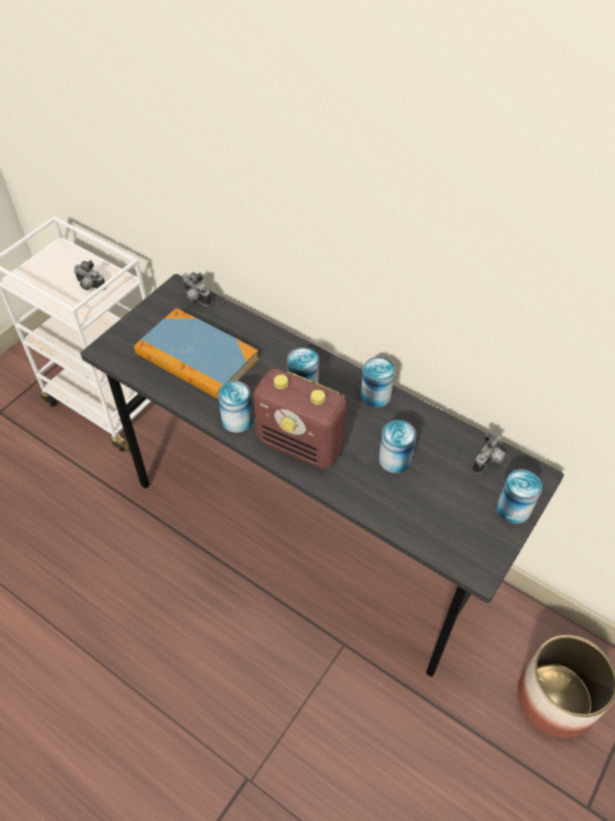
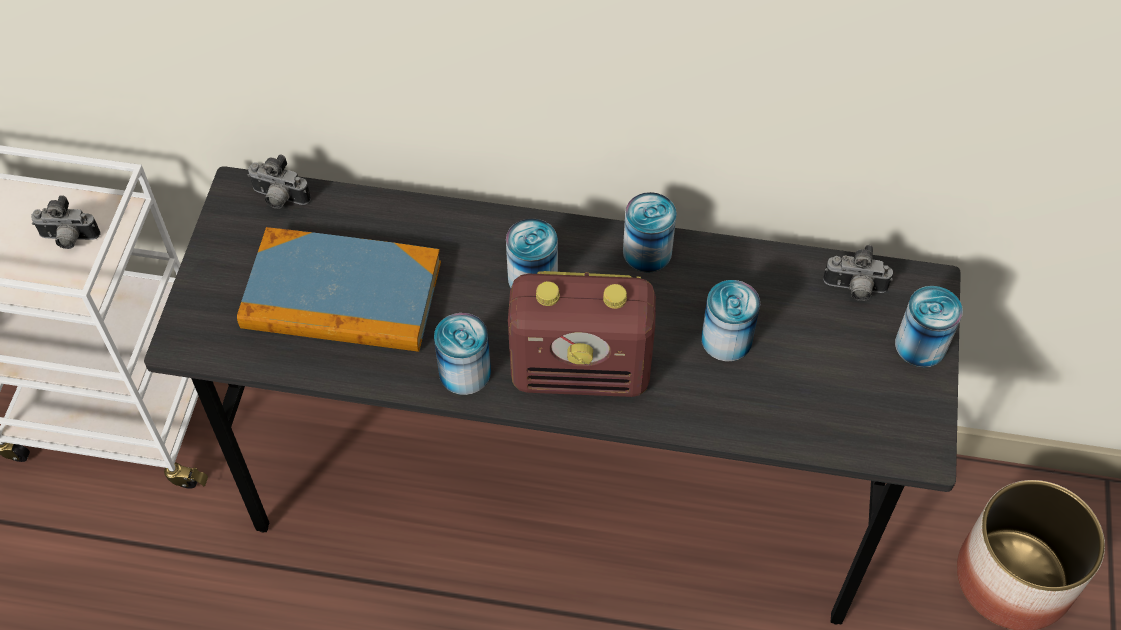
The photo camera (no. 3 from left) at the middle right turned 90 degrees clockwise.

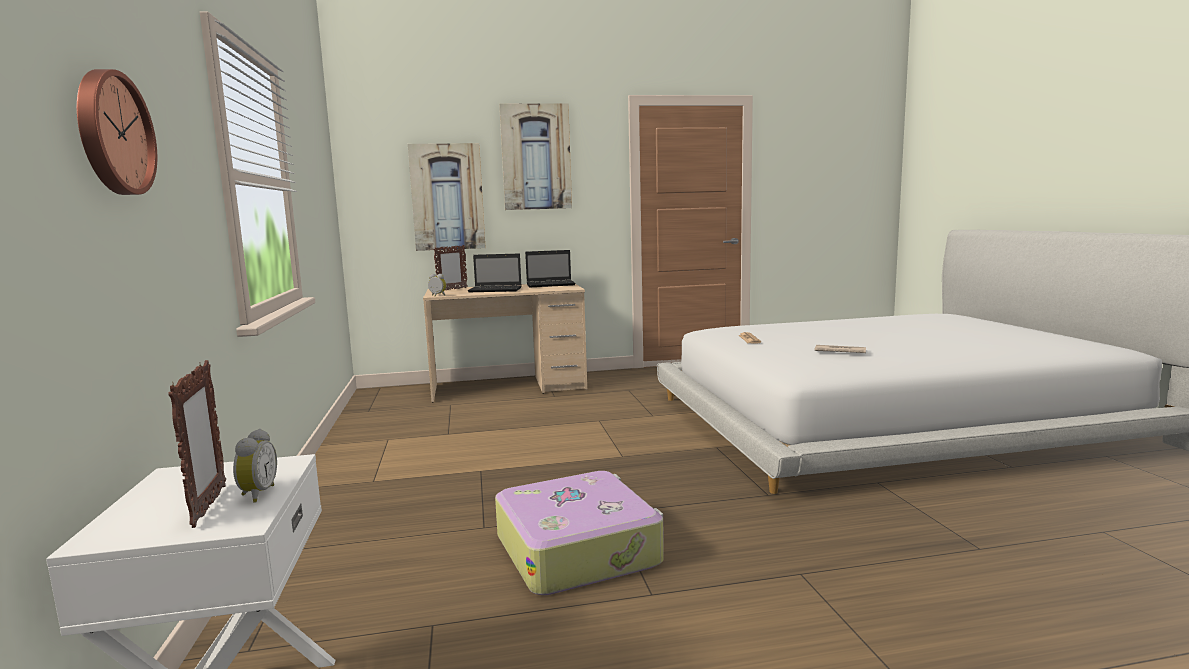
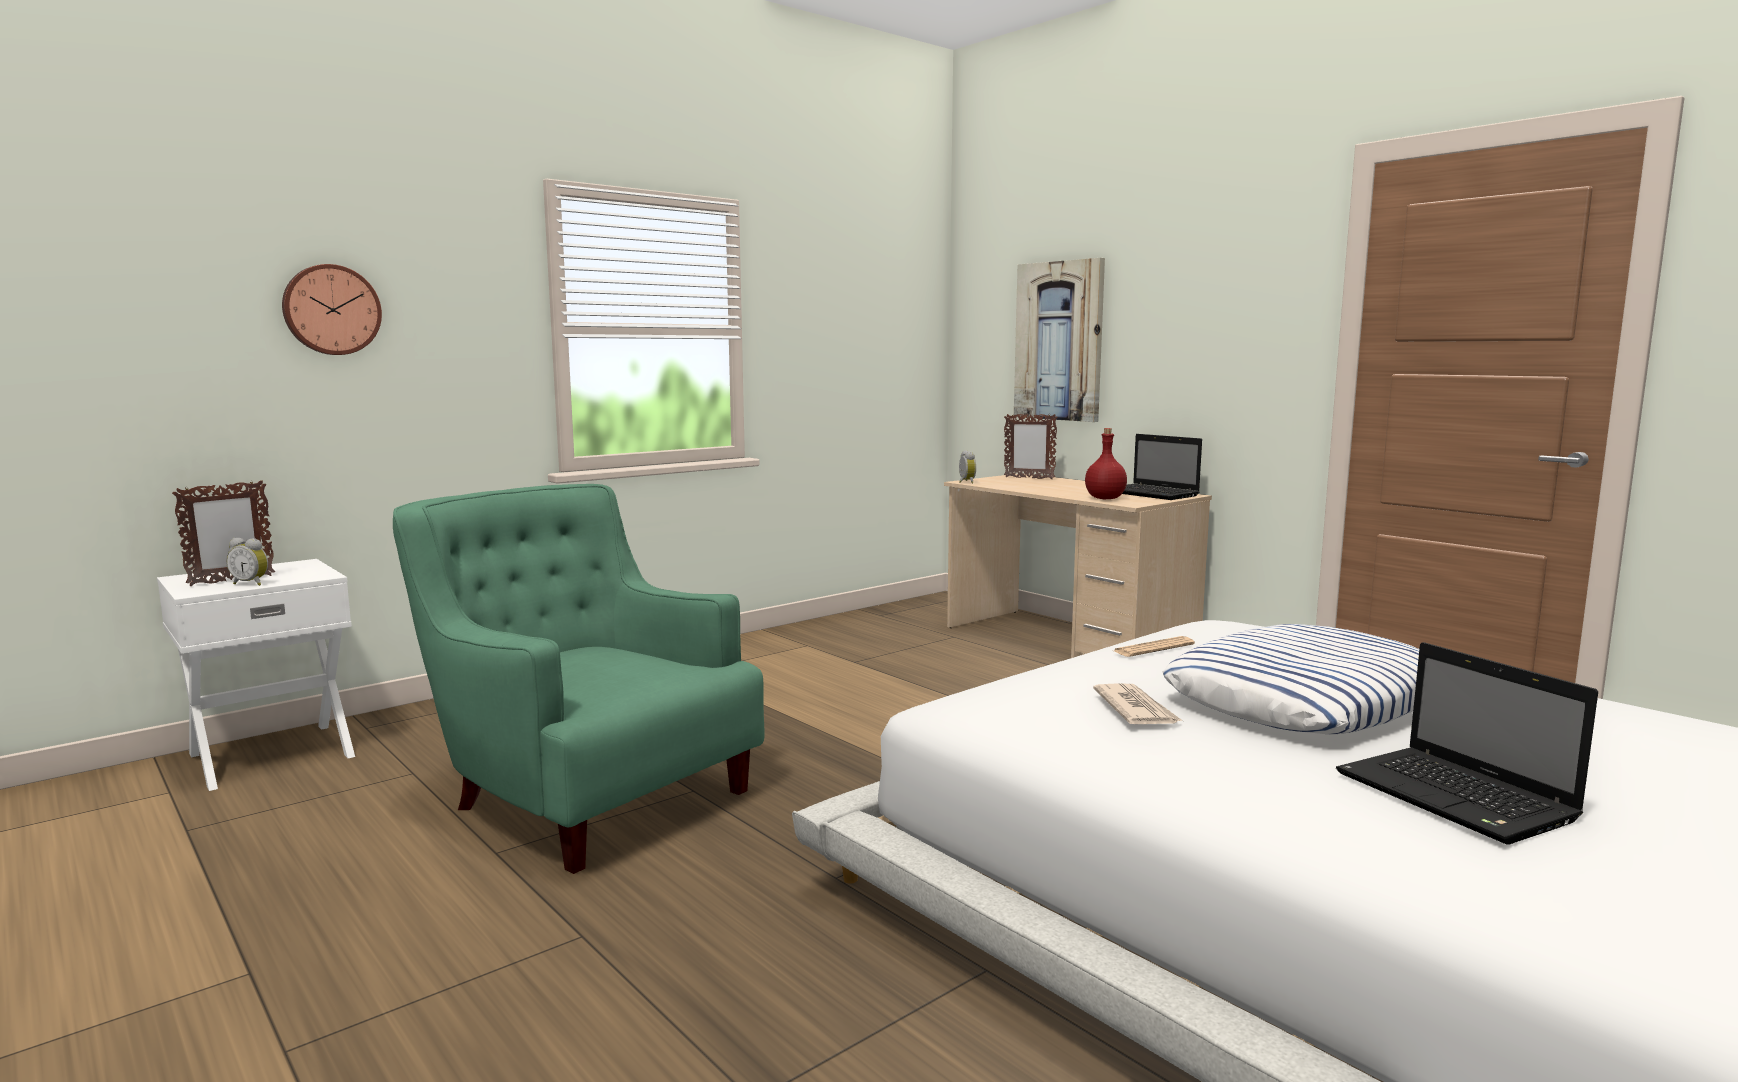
The alarm clock (no. 1 from left) at the bottom left turned 45 degrees clockwise.
The notebook computer (no. 1 from left in the first image) moved from the centre to the bottom right.
The piece of luggage at the bottom centre was replaced by the easy chair (greenish) at the middle left.
The wall art (no. 2 from left) at the top centre disappeared.
The drink bottle (reddish) at the centre appeared.
The throw pillow at the middle right appeared.

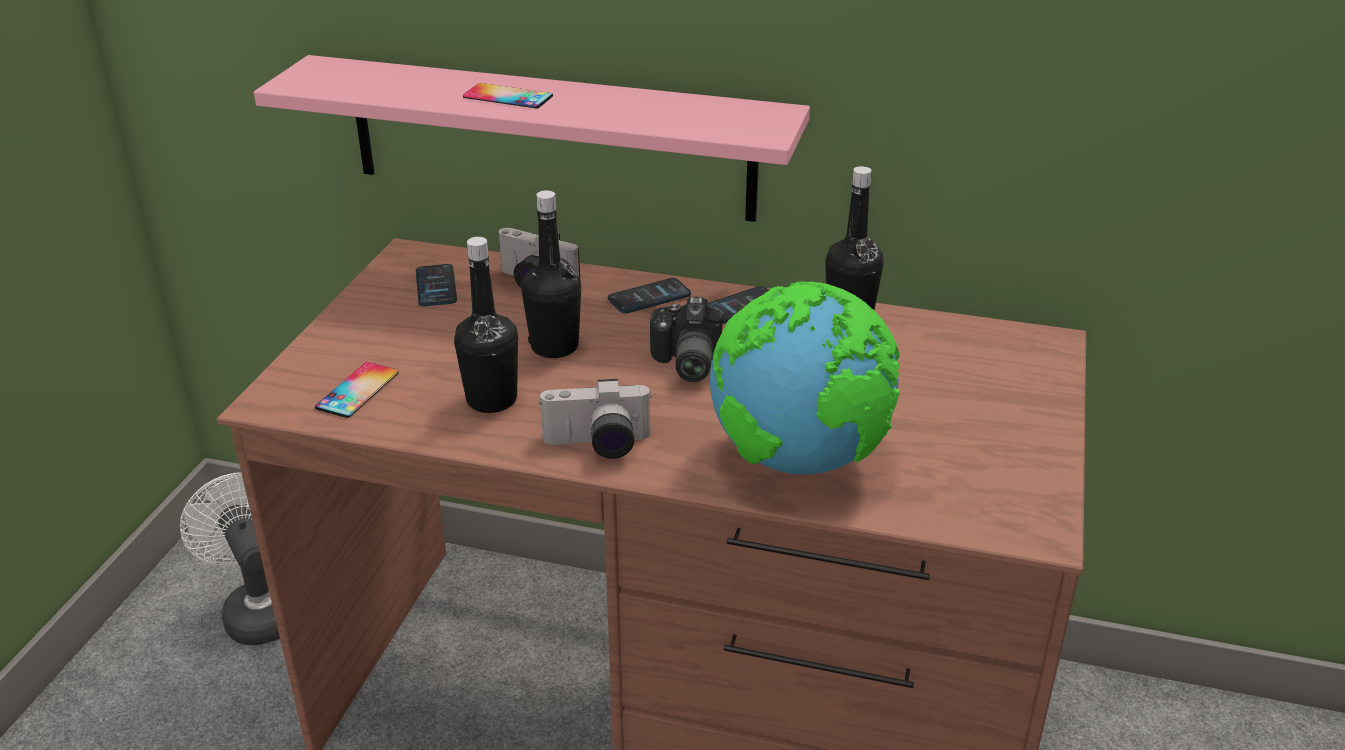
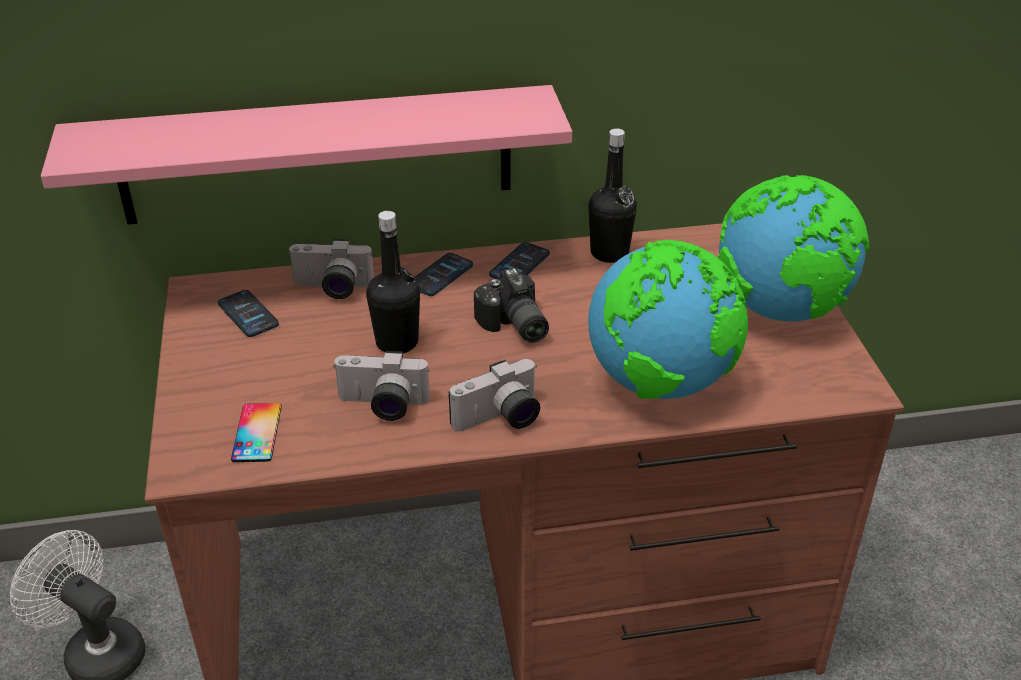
The drink bottle (black-coloured) (no. 1 from left) at the centre was replaced by the photo camera (no. 2 from left) at the centre.
The phone (no. 3 from left) at the top centre disappeared.
The desk globe (no. 2 from left) at the middle right appeared.

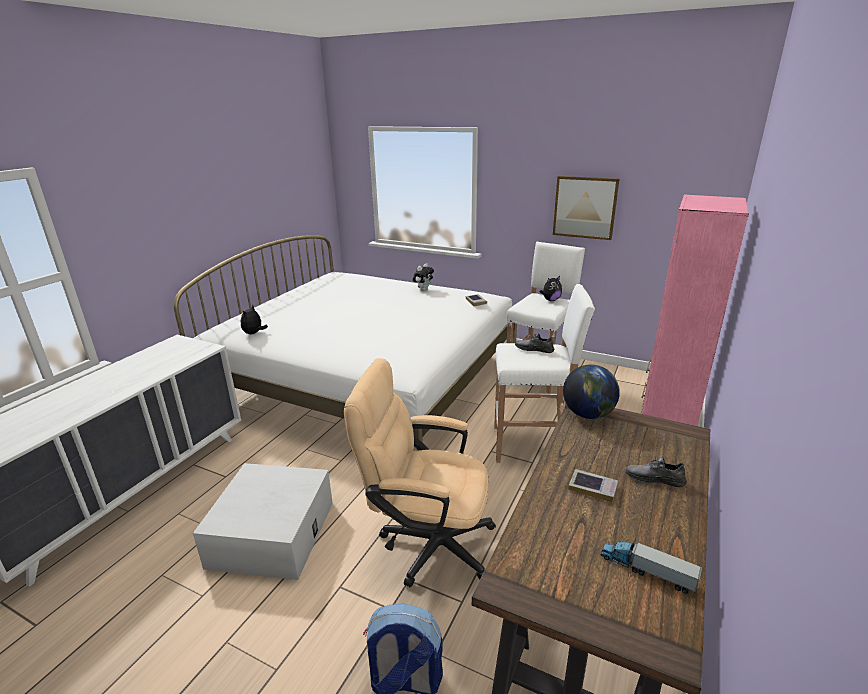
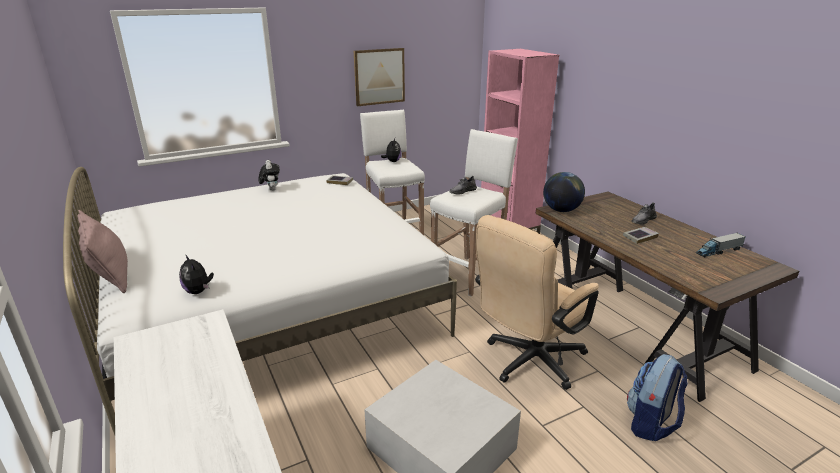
The throw pillow (pinkish) at the middle left appeared.

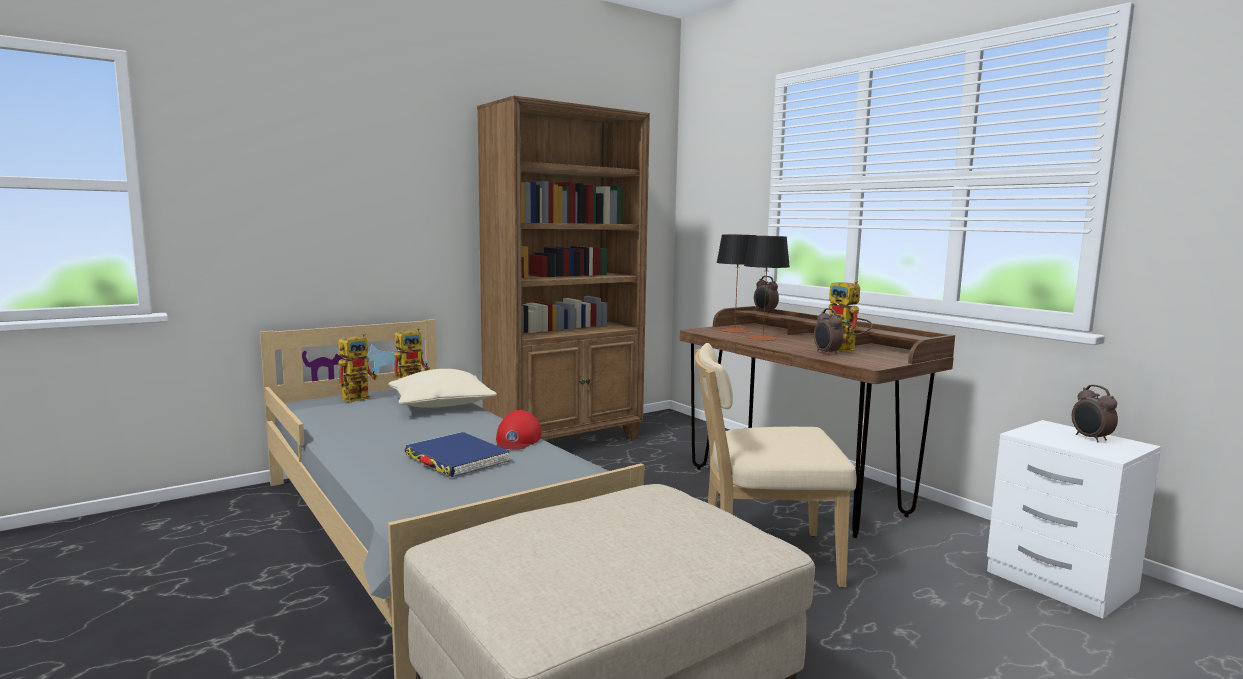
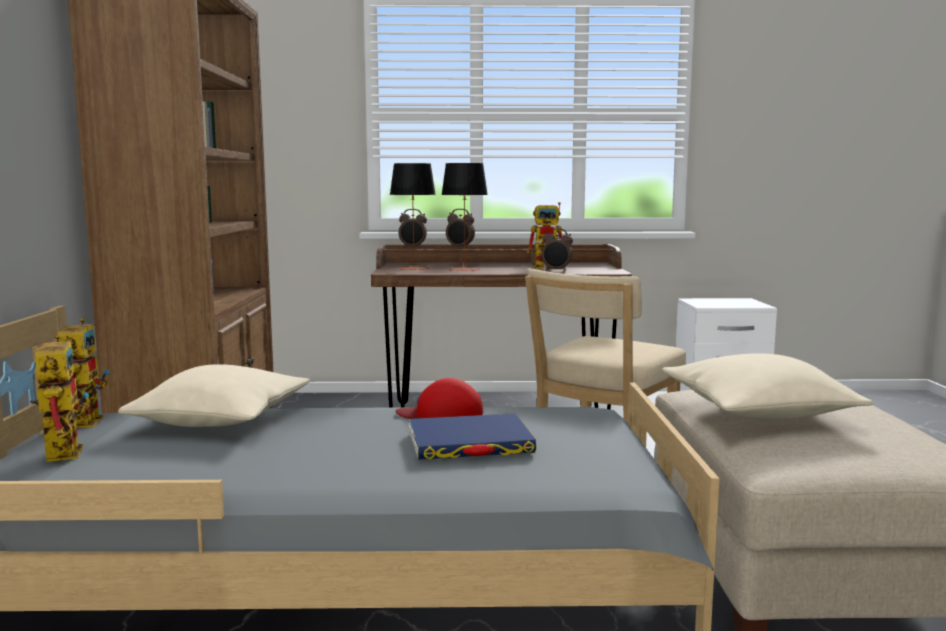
The peaked cap (reddish) at the centre turned 135 degrees clockwise.
The alarm clock (no. 3 from left in the first image) moved from the middle right to the centre.
The throw pillow (sand-coloured) (no. 2 from left) at the middle right appeared.

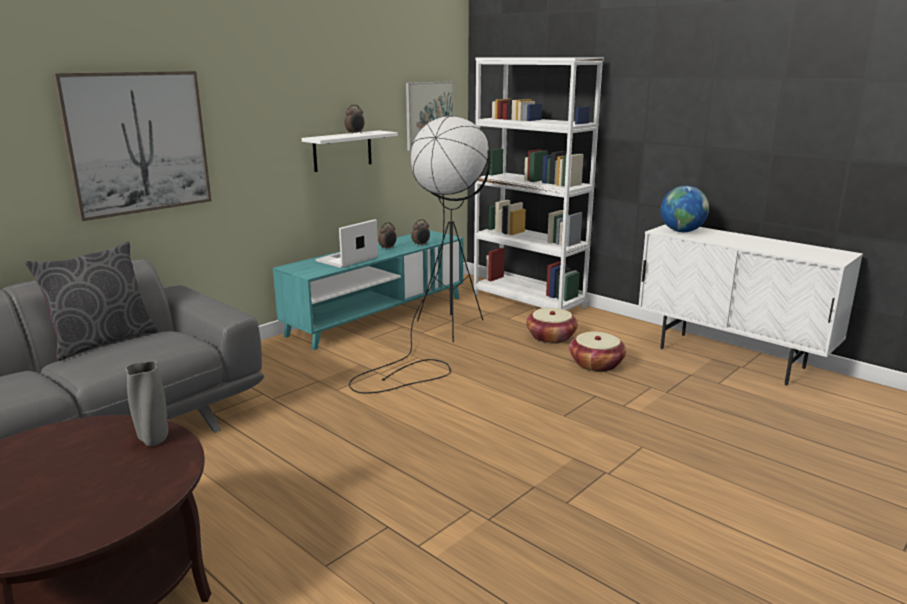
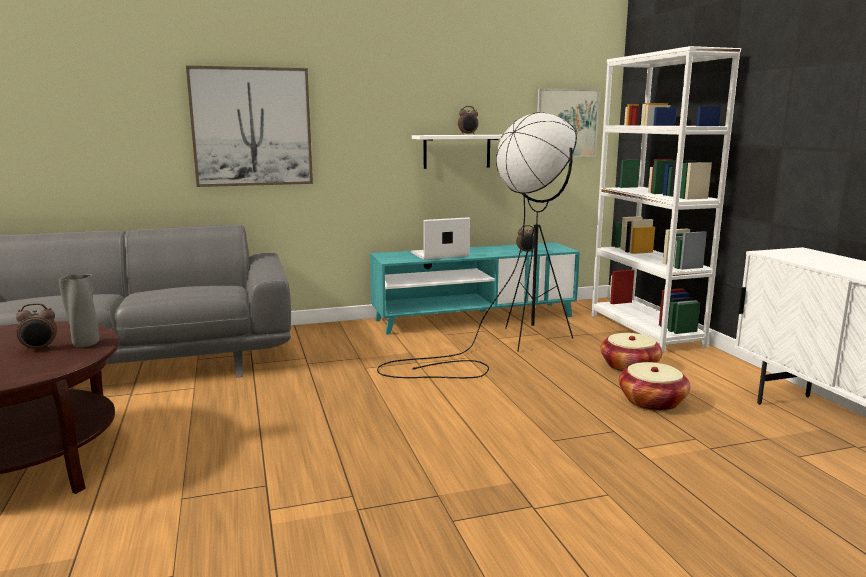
The throw pillow (grey) at the middle left disappeared.
The alarm clock (no. 2 from left in the first image) moved from the centre to the middle left.
The desk globe at the middle right disappeared.

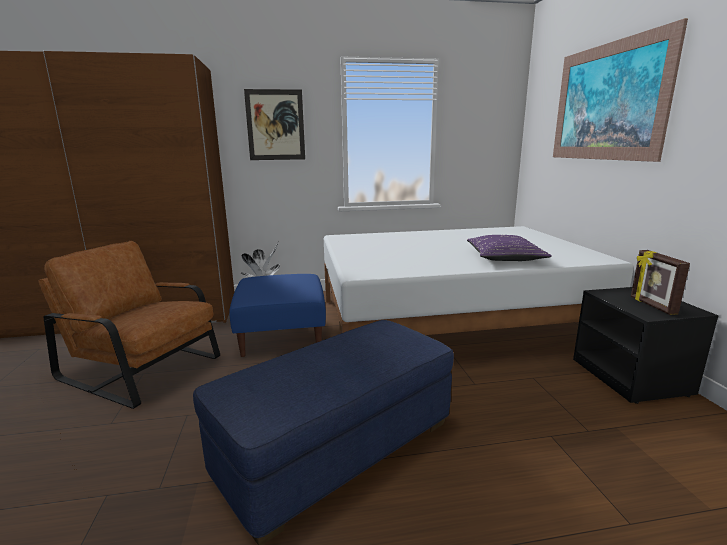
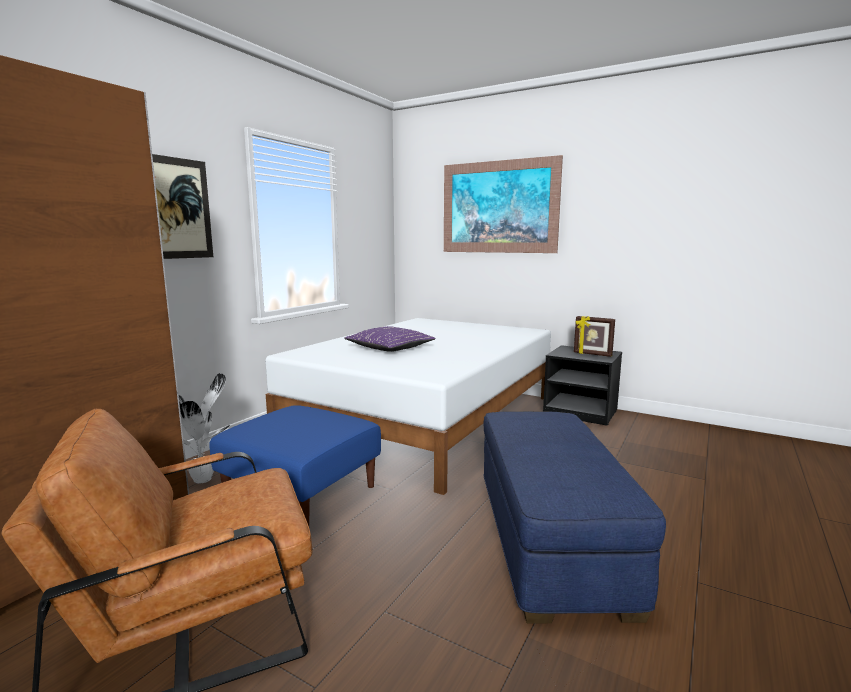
The throw pillow (purple-coloured) moved from the middle right to the centre.

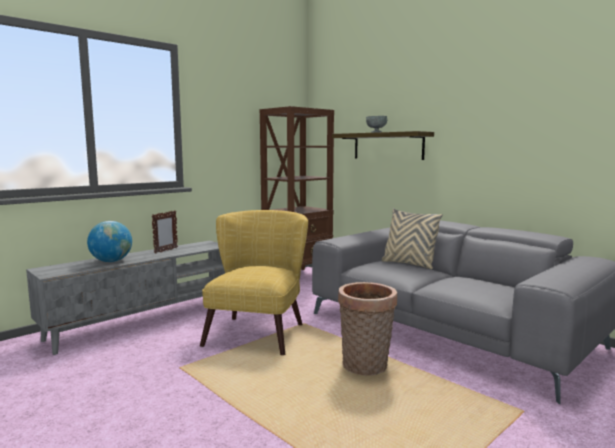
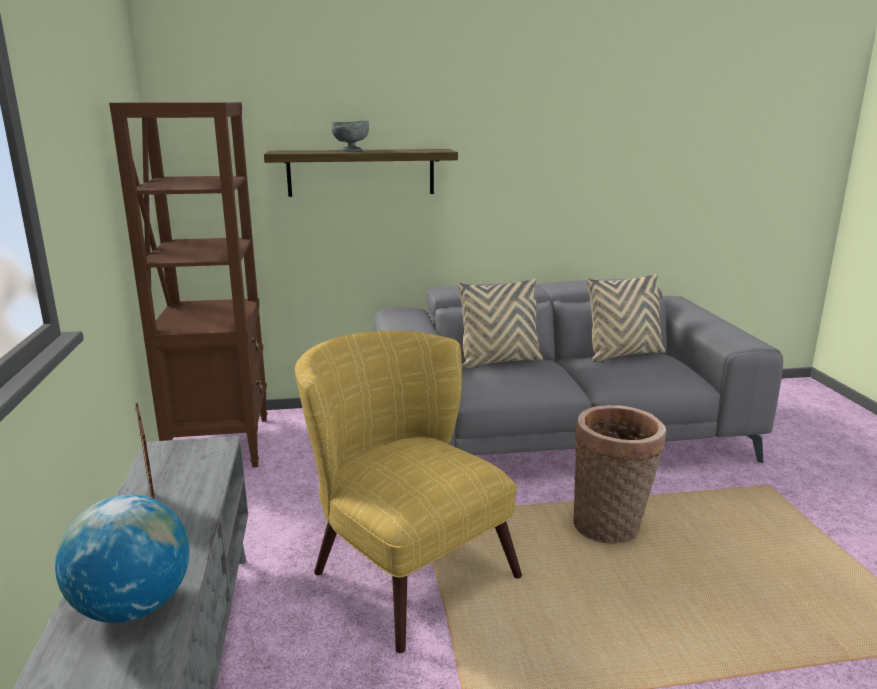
The throw pillow (sand-coloured) (no. 2 from left) at the middle right appeared.

